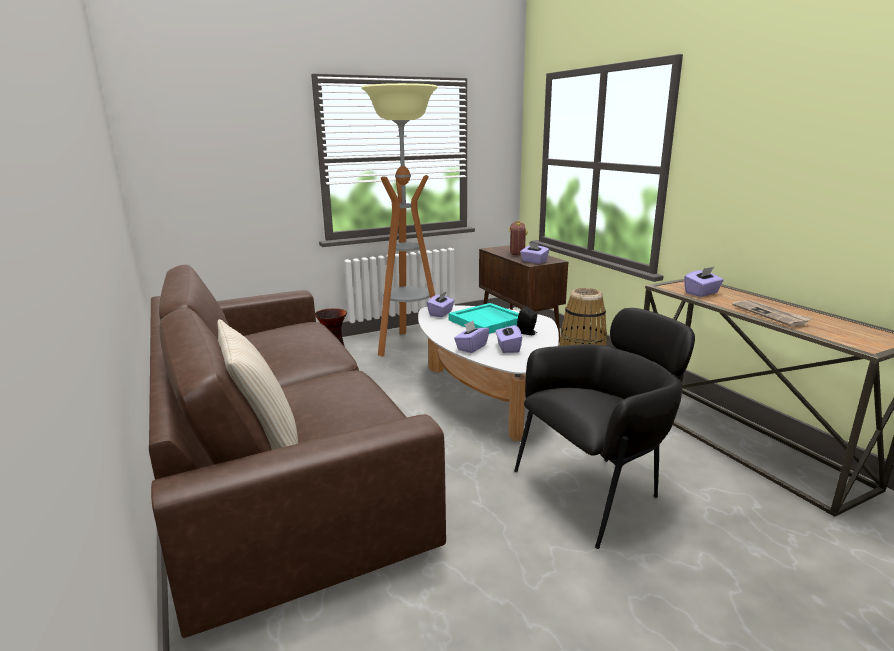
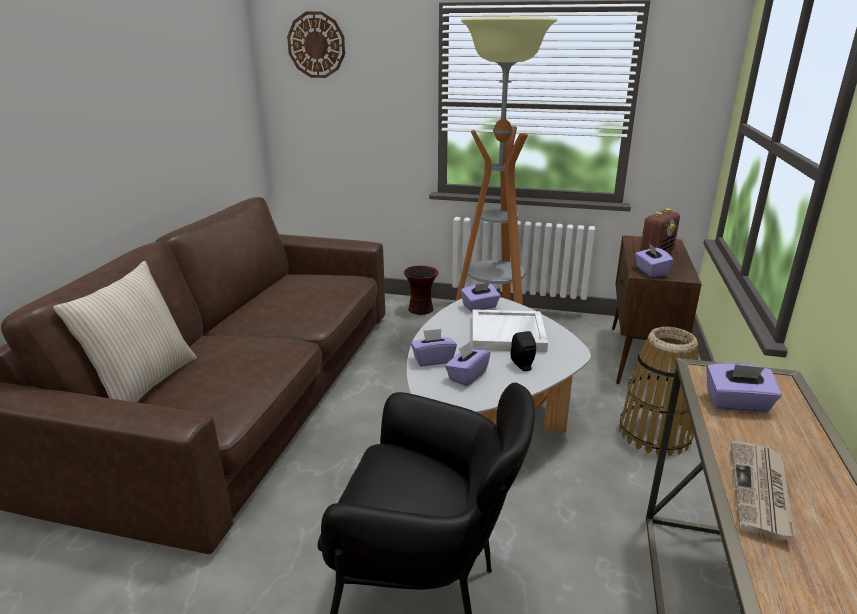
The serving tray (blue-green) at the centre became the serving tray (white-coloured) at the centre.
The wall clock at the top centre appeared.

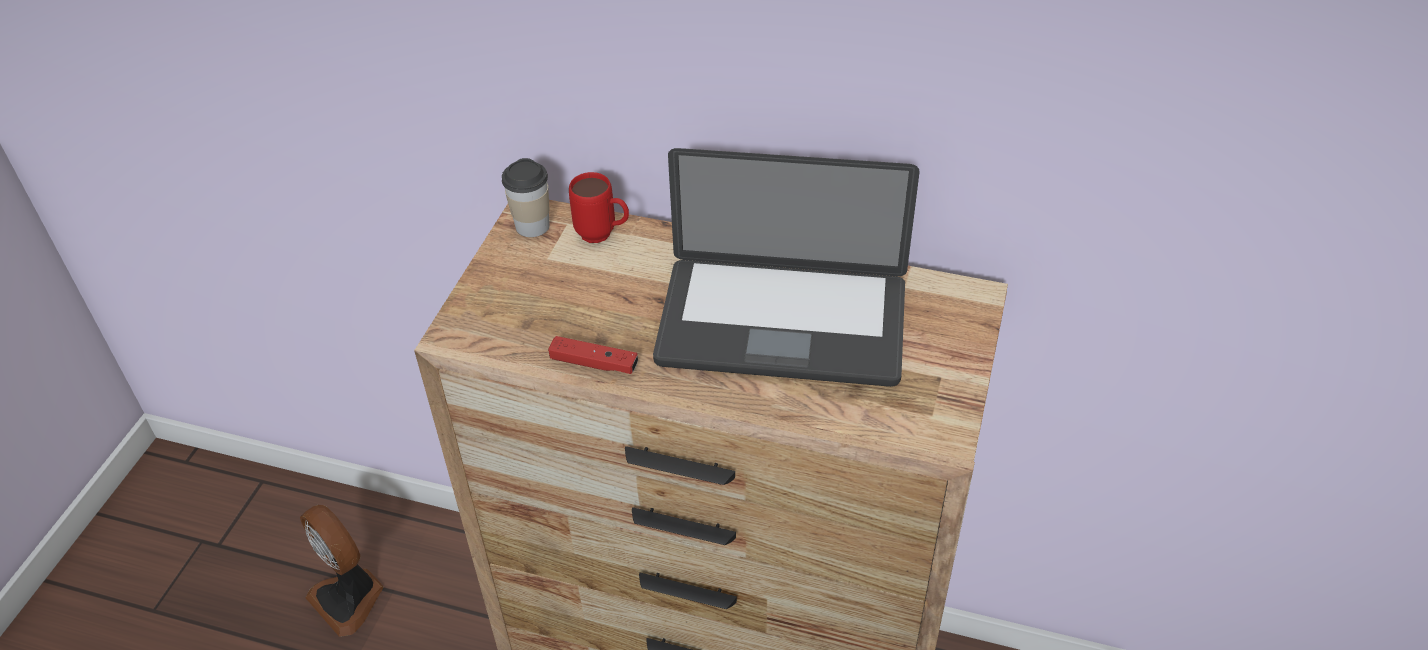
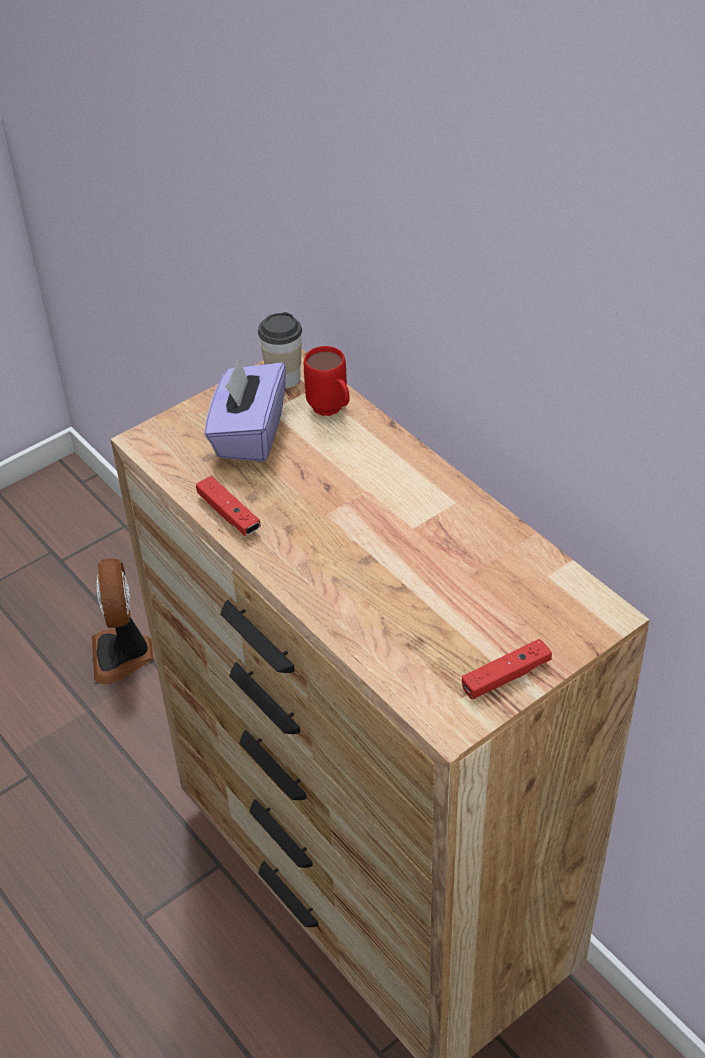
The notebook computer at the centre disappeared.
The tissue holder (purple-coloured) at the centre appeared.
The gamepad (reddish) (no. 2 from left) at the middle right appeared.

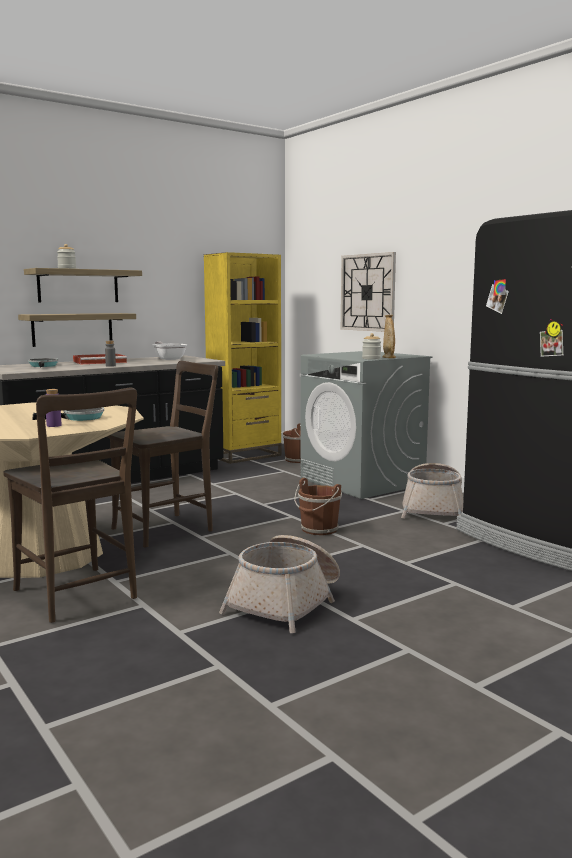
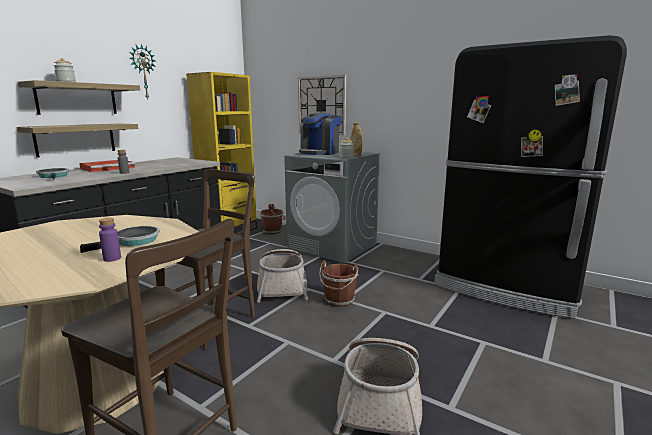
The frying pan (no. 3 from left) at the middle left disappeared.
The household basket (no. 2 from left in the first image) moved from the middle right to the centre.
The wall clock (no. 1 from left) at the top left appeared.
The coffee machine at the top centre appeared.

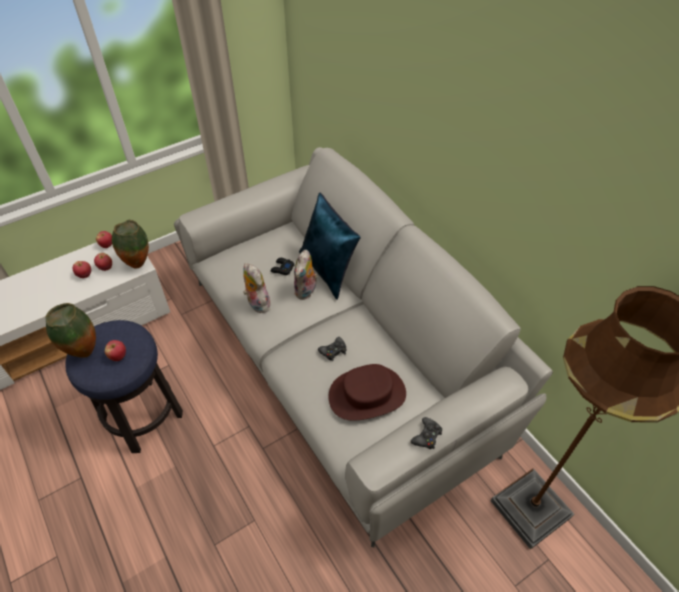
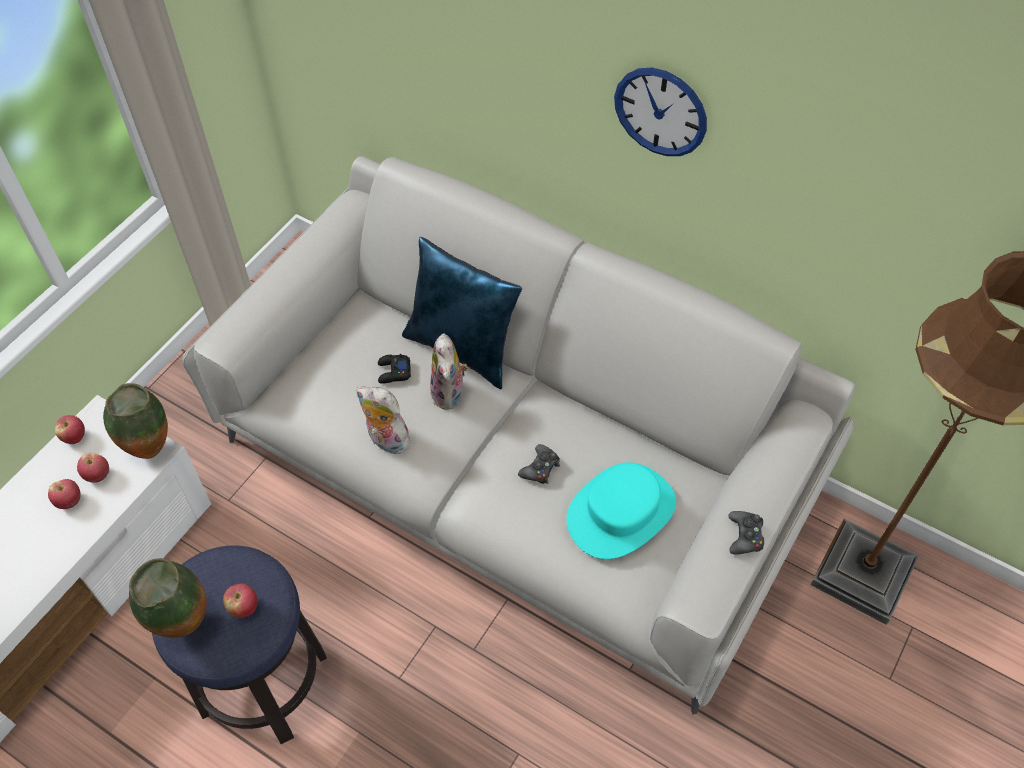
The clothing hat (brown) at the centre became the clothing hat (blue-green) at the centre.
The wall clock at the top centre appeared.

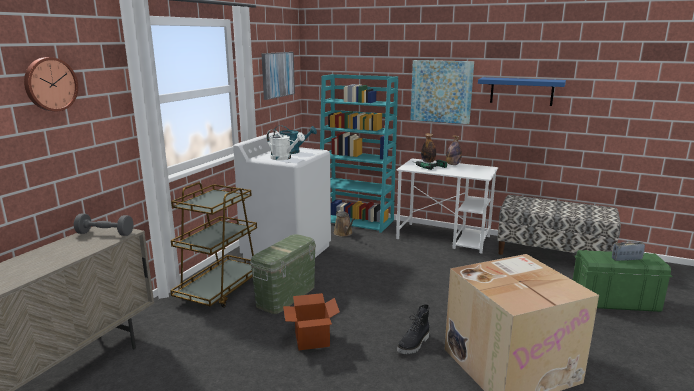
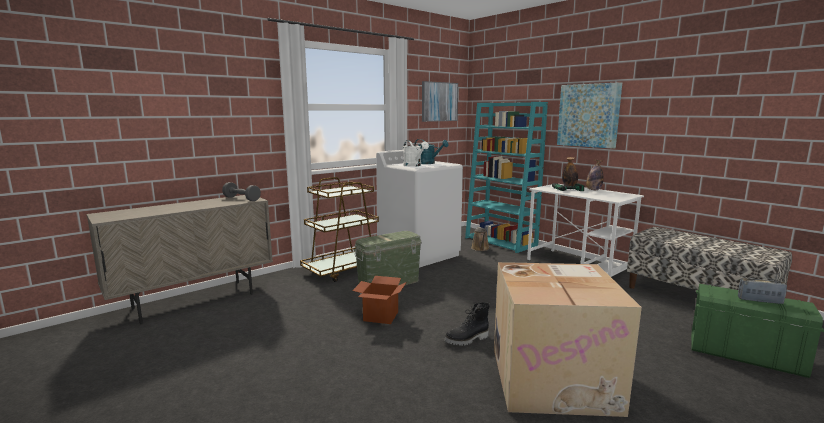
The wall clock at the top left disappeared.
The shelf (blue-coloured) at the top right disappeared.

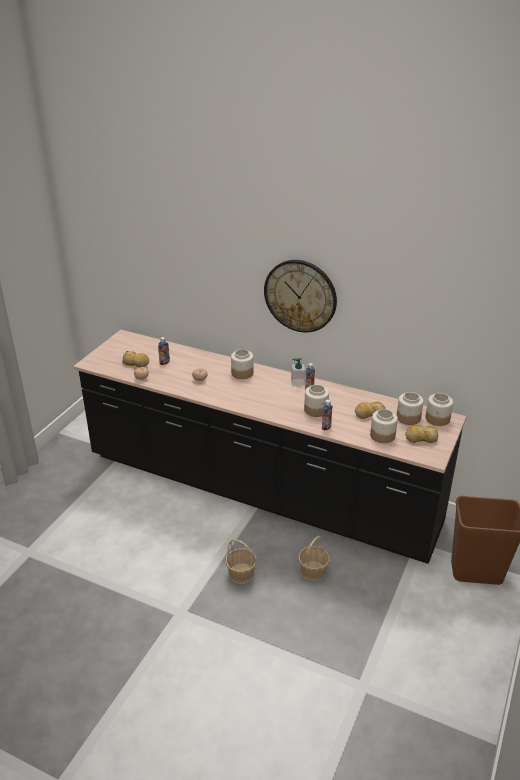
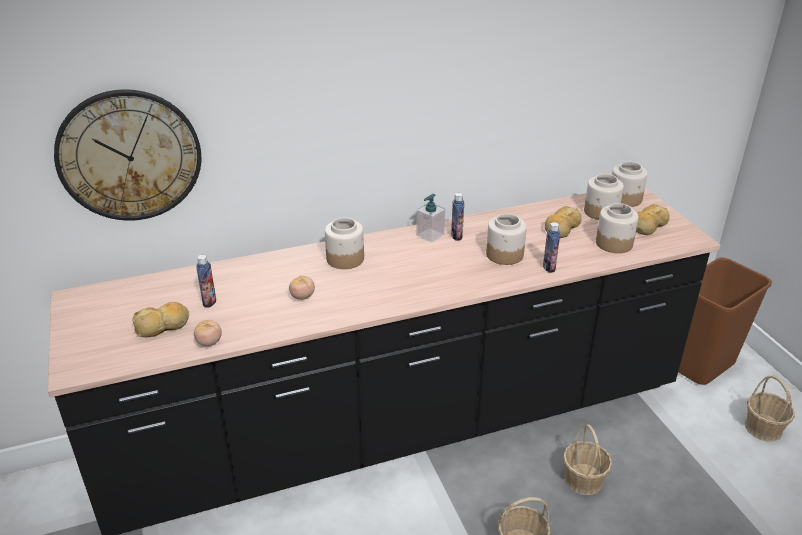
The wall clock moved from the centre to the top left.
The household basket (no. 3 from left) at the bottom right appeared.

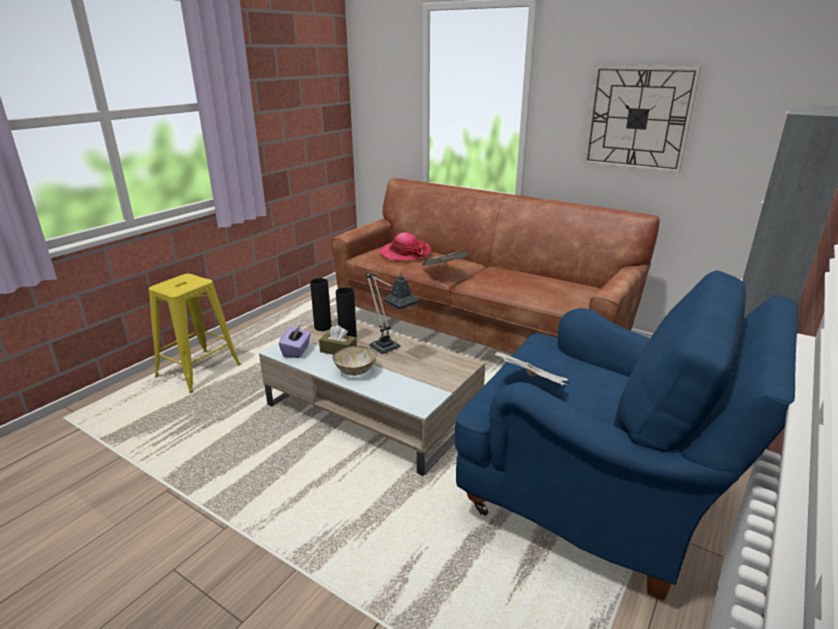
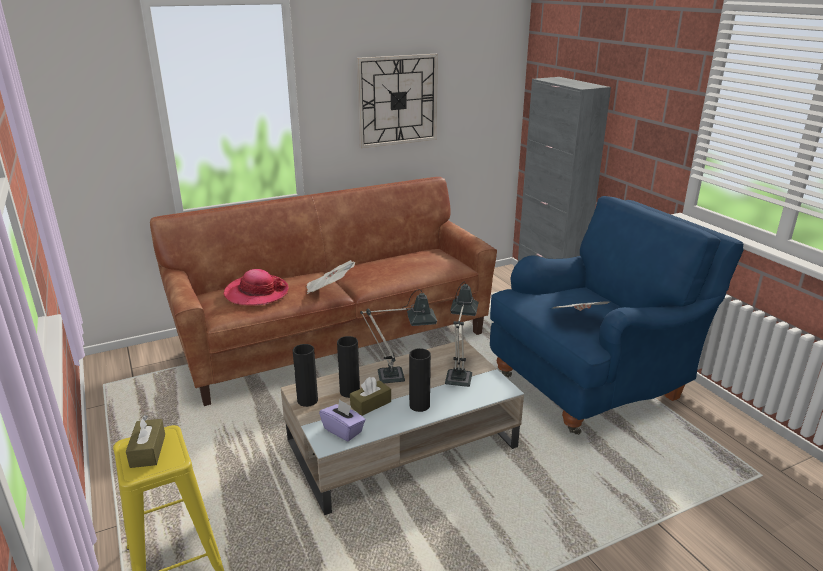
The bowl at the centre was replaced by the vase (black-coloured) (no. 3 from left) at the centre.
The tissue holder (brown) (no. 1 from left) at the bottom left appeared.
The tabletop lamp (no. 2 from left) at the centre appeared.

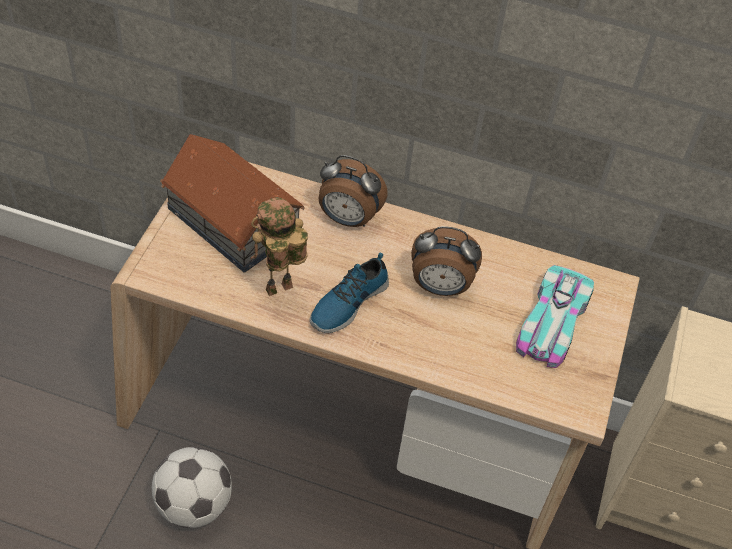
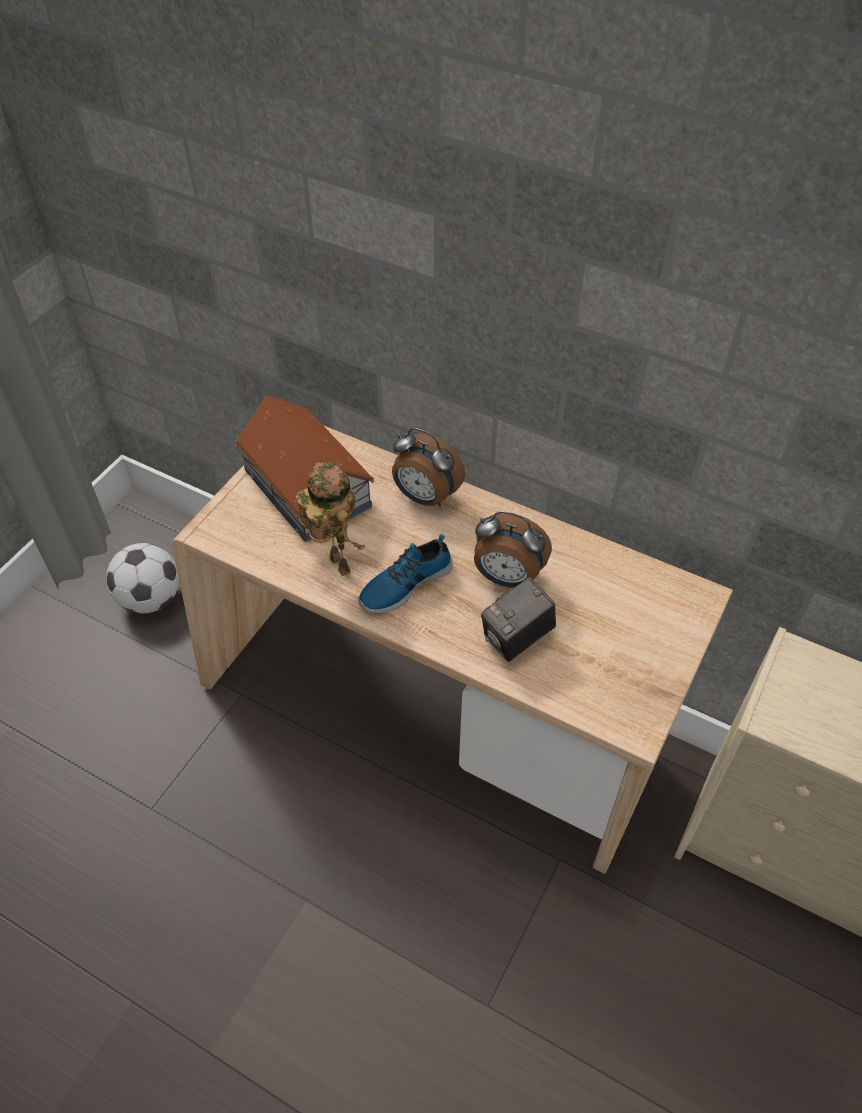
The football moved from the bottom left to the middle left.
The robot figure at the centre turned 75 degrees clockwise.
The toy car at the middle right disappeared.
The photo camera at the centre appeared.

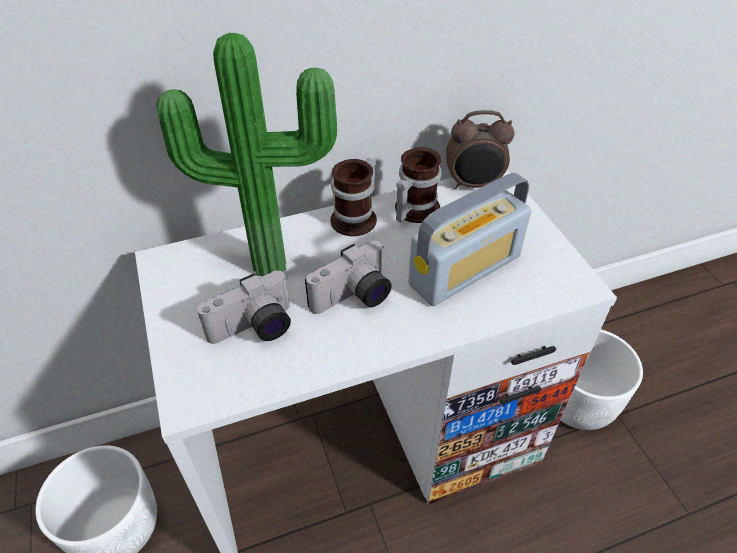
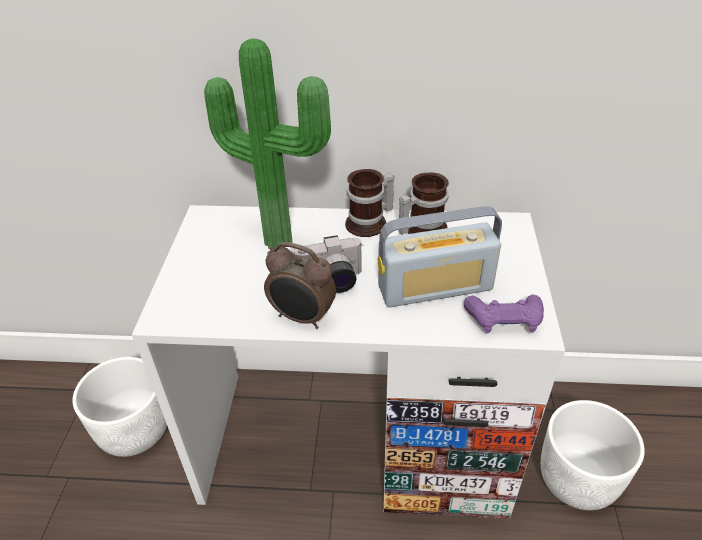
The photo camera (no. 1 from left) at the middle left disappeared.
The alarm clock moved from the top centre to the centre.
The gamepad (purple-coloured) at the middle right appeared.

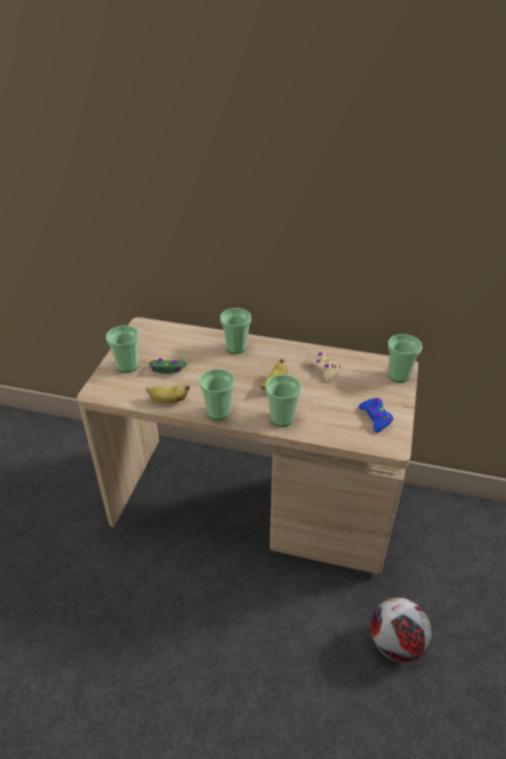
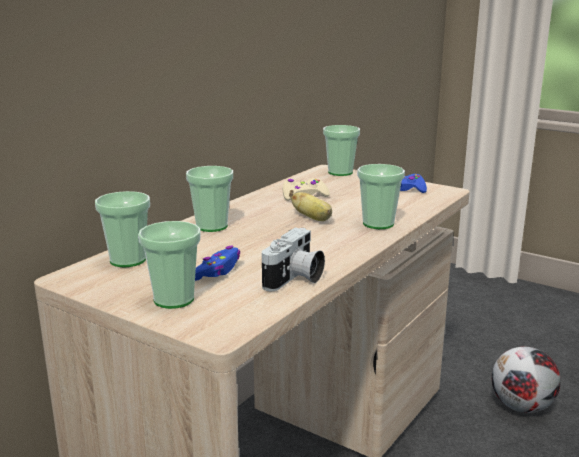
The banana (no. 1 from left) at the middle left was replaced by the photo camera at the centre.
The gamepad (greenish) at the middle left became the gamepad (blue-coloured) (no. 1 from left) at the centre.
The drinking cup (no. 2 from left in the first image) moved from the centre to the middle left.

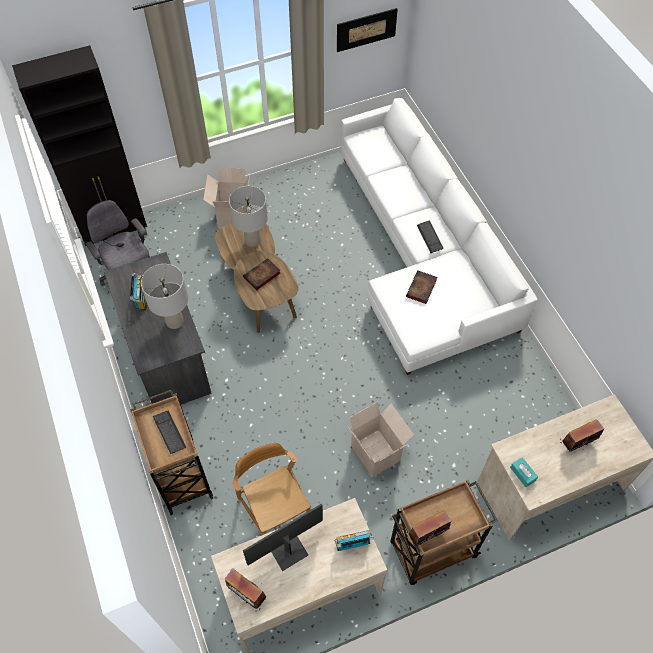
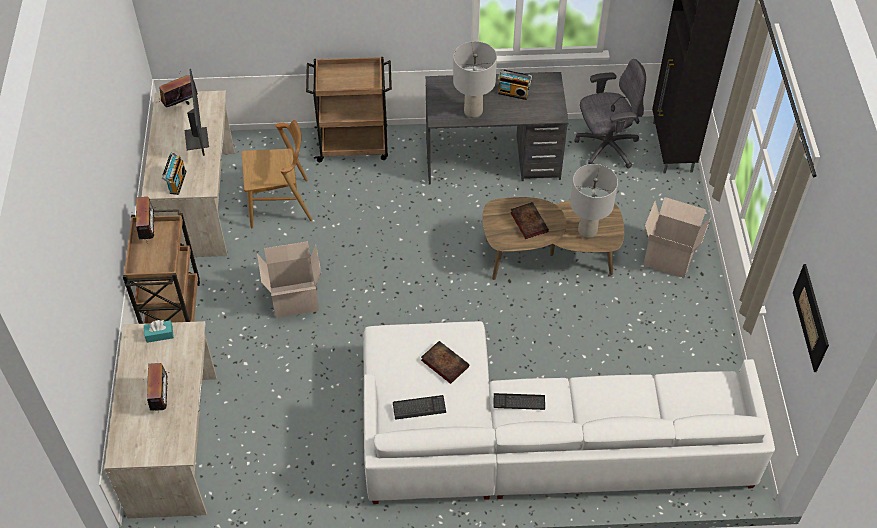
The computer keyboard (no. 1 from left) moved from the middle left to the bottom centre.

